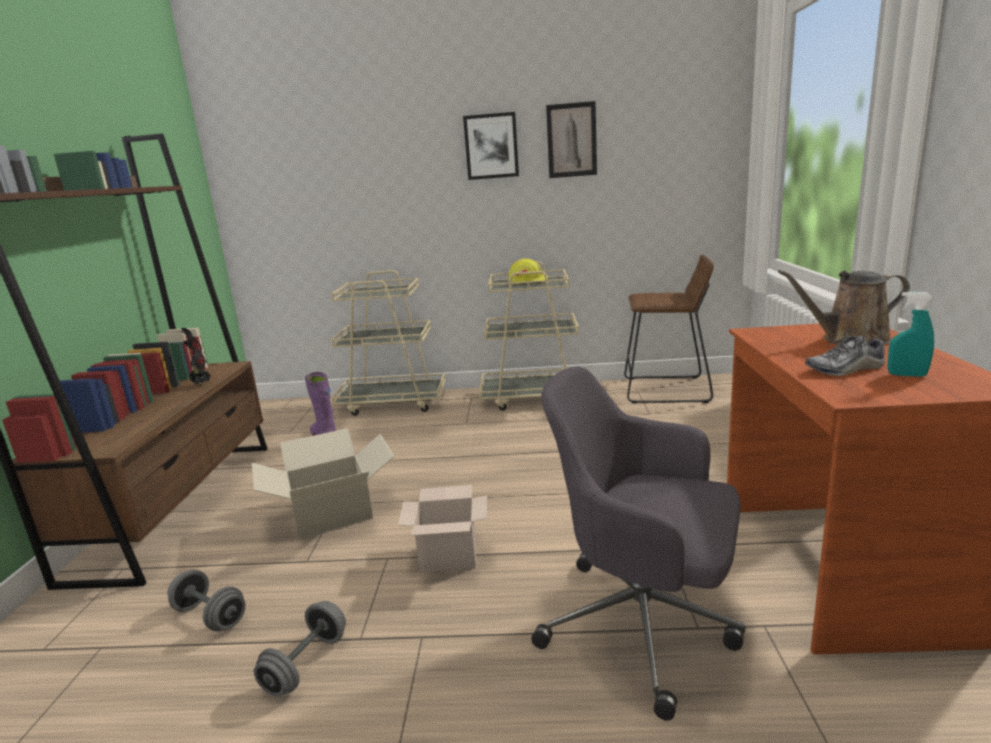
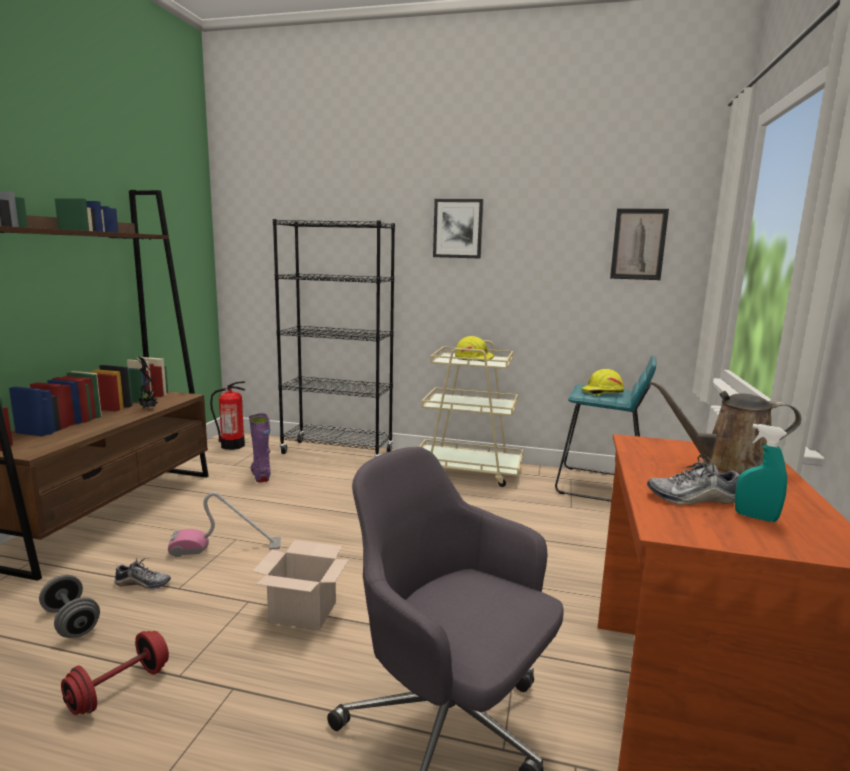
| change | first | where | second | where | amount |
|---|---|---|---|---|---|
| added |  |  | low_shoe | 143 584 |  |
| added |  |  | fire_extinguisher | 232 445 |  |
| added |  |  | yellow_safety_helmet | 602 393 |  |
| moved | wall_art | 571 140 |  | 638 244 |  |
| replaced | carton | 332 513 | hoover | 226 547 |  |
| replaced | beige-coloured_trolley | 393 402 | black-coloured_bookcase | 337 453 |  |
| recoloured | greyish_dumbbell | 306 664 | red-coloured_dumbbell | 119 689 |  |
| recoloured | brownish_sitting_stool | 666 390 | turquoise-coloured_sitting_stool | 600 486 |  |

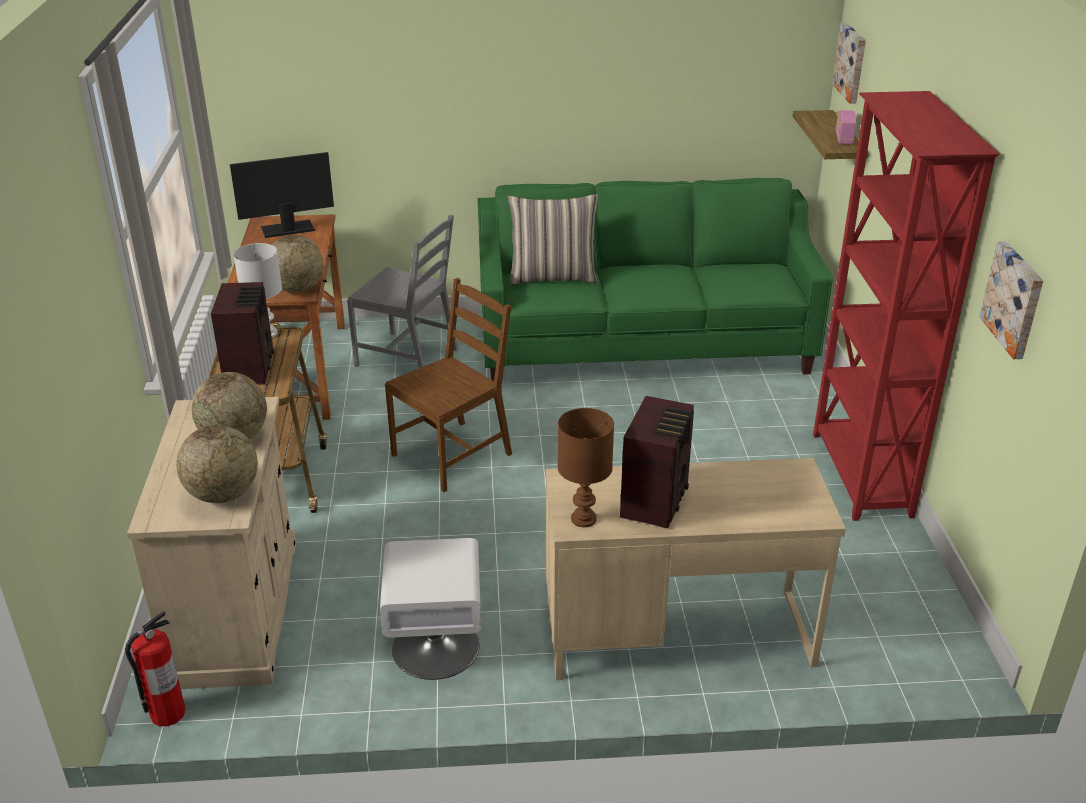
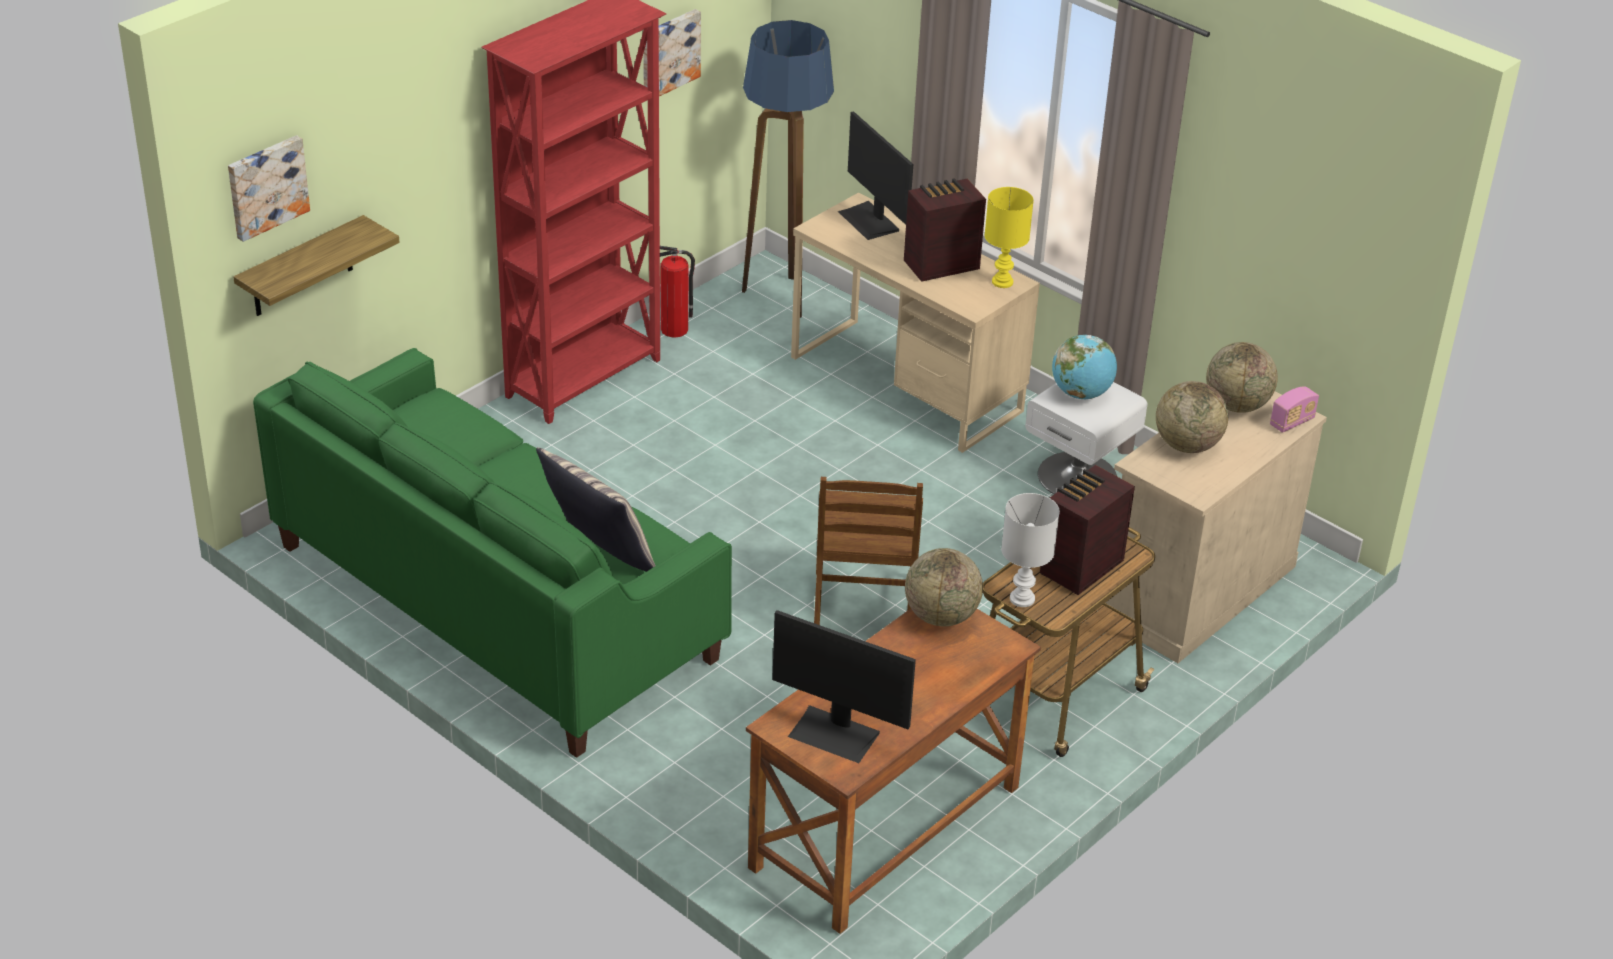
| change | first | where | second | where | amount |
|---|---|---|---|---|---|
| removed | greyish_plain_chair | 408 357 |  |  |  |
| added |  |  | standard_lamp | 781 299 |  |
| added |  |  | computer_screen | 870 221 |  |
| added |  |  | desk_globe | 1081 394 |  |
| moved | fire_extinguisher | 167 713 |  | 675 329 |  |
| moved | radio_set | 843 139 |  | 1292 422 |  |
| recoloured | brownish_table_lamp | 582 519 | yellow_table_lamp | 1003 282 |  |
| turned | brownish_plain_chair | 453 454 |  | 864 610 | 90 degrees counterclockwise |

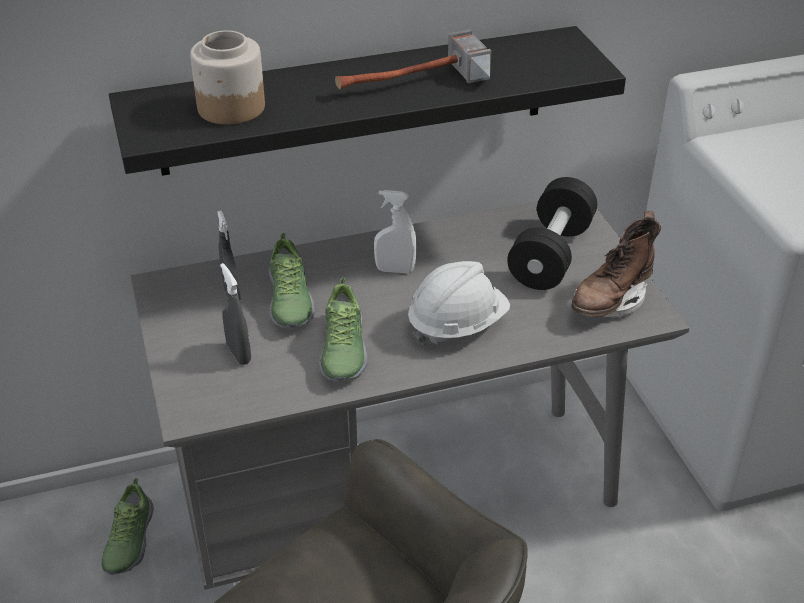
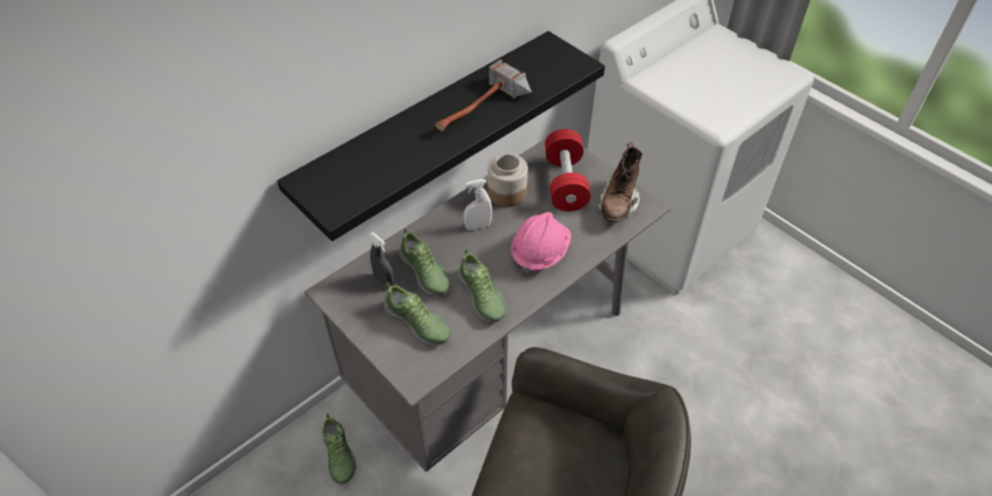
| change | first | where | second | where | amount |
|---|---|---|---|---|---|
| moved | storage_jar | 230 107 |  | 506 193 |  |
| replaced | greyish_sprayer | 239 354 | low_shoe | 418 323 |  |
| recoloured | white-coloured_safety_helmet | 457 324 | pink_safety_helmet | 540 253 |  |
| recoloured | black-coloured_dumbbell | 551 255 | red-coloured_dumbbell | 565 183 |  |

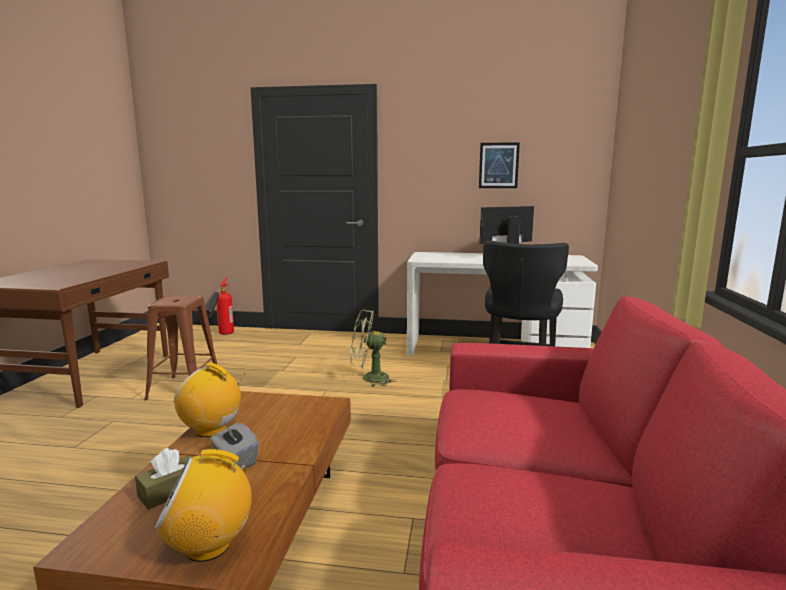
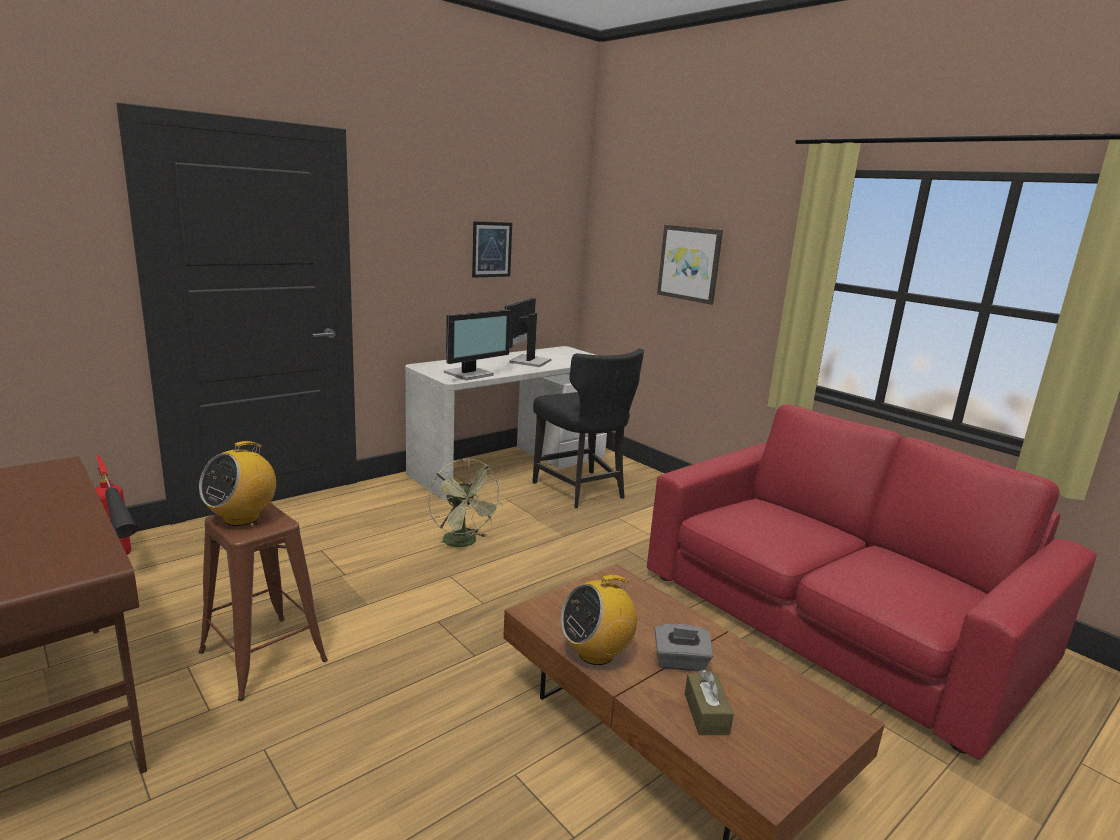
| change | first | where | second | where | amount |
|---|---|---|---|---|---|
| added |  |  | computer_screen | 470 374 |  |
| added |  |  | wall_art | 689 263 |  |
| moved | radio_set | 209 545 |  | 242 518 |  |
| turned | green-coloured_fan | 369 378 |  | 464 543 | 75 degrees counterclockwise |

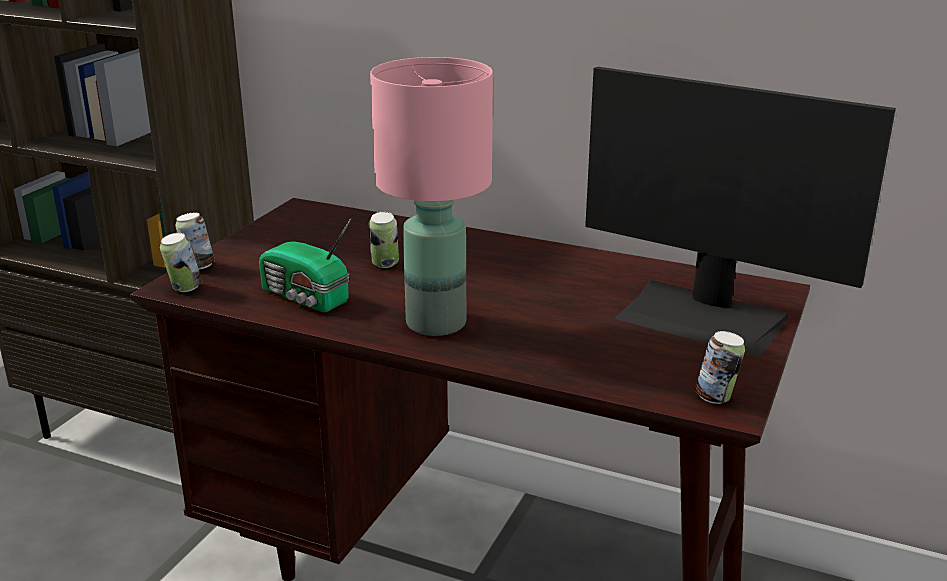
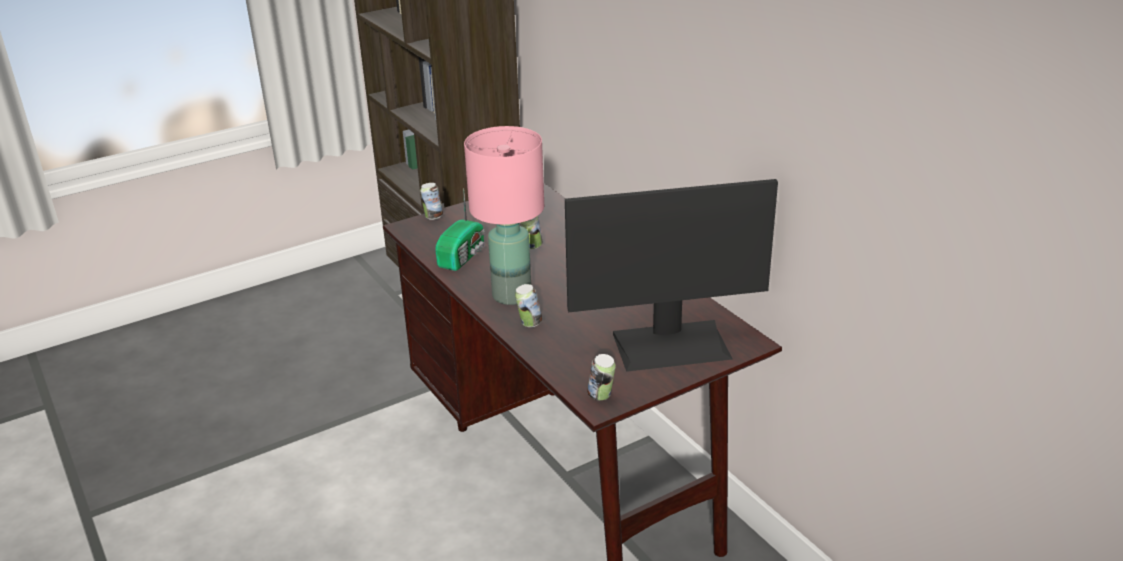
| change | first | where | second | where | amount |
|---|---|---|---|---|---|
| moved | metal_can | 184 289 |  | 529 323 |  |
| turned | radio_set | 305 298 |  | 463 256 | 135 degrees counterclockwise |
| turned | computer_screen | 703 317 |  | 671 344 | 75 degrees counterclockwise |

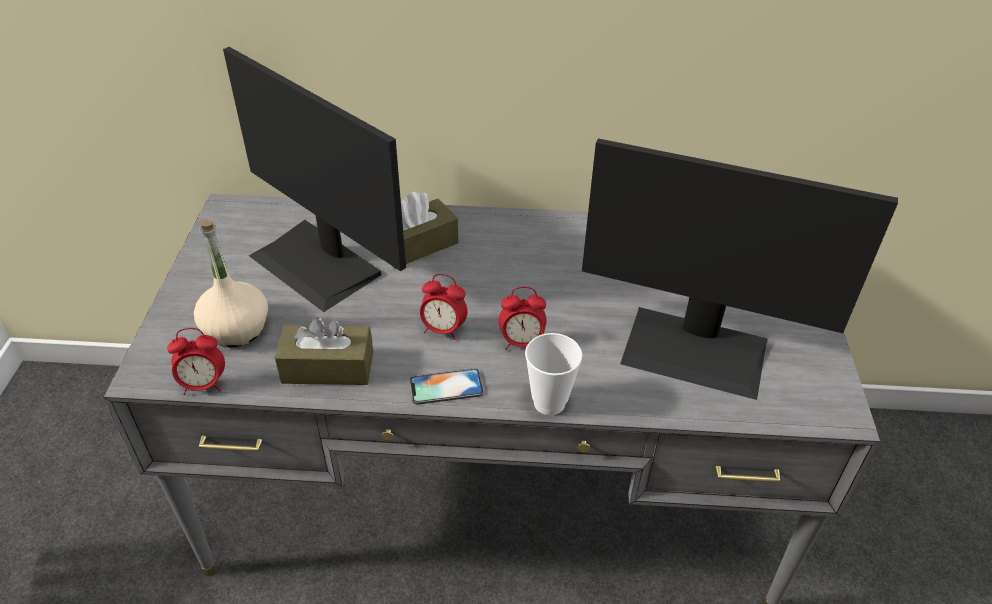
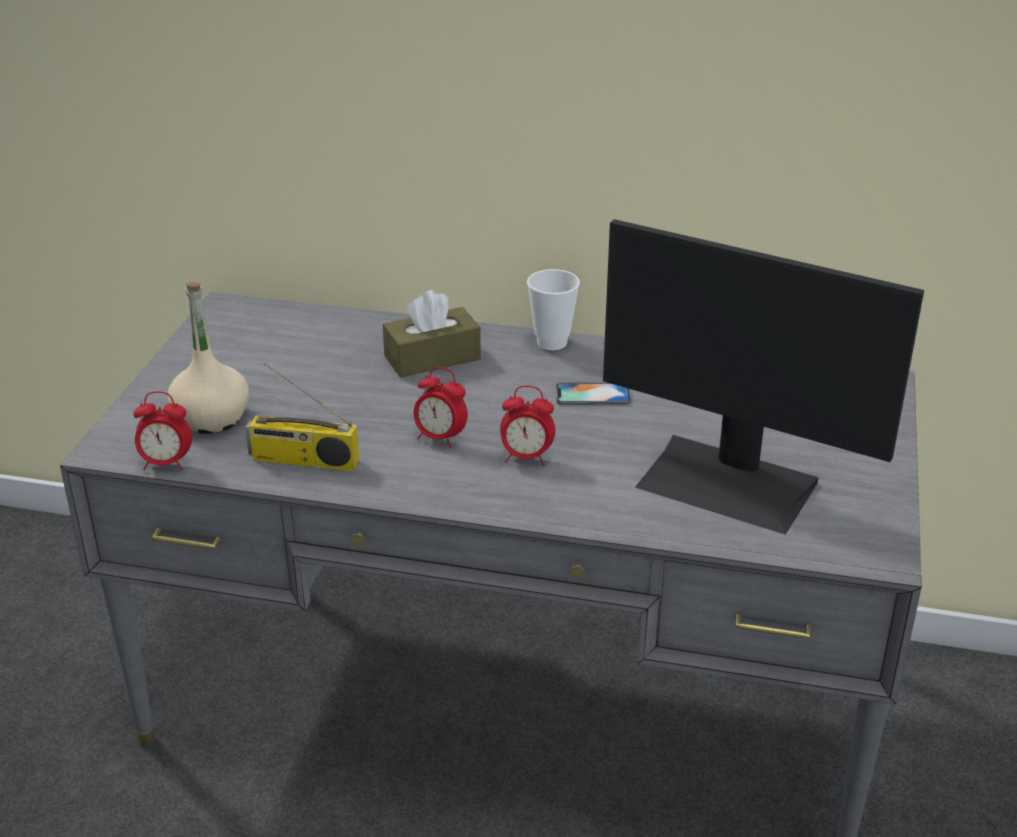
| change | first | where | second | where | amount |
|---|---|---|---|---|---|
| removed | computer_screen | 318 263 |  |  |  |
| moved | telephone | 446 387 |  | 592 394 |  |
| moved | small_cup | 549 403 |  | 552 342 |  |
| replaced | brownish_tissue_holder | 328 367 | radio_set | 303 460 |  |

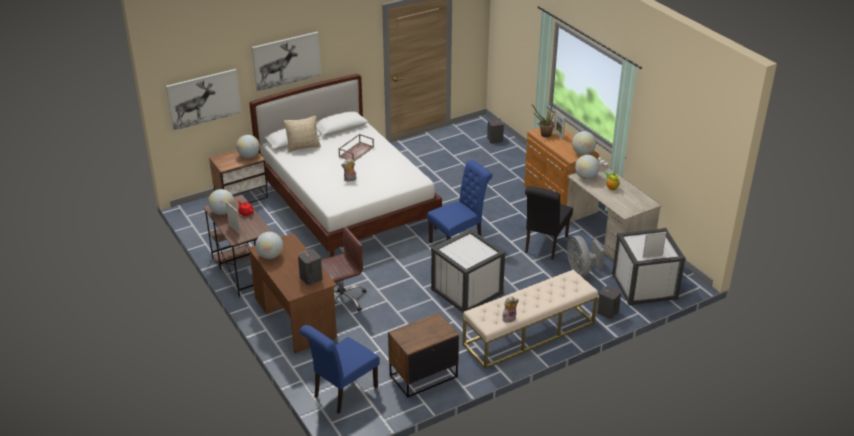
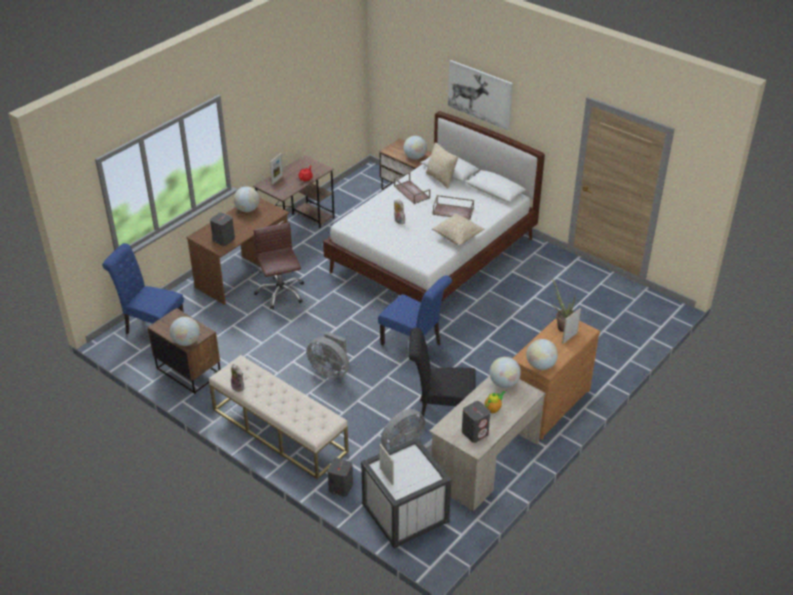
| change | first | where | second | where | amount |
|---|---|---|---|---|---|
| removed | wall_art | 204 99 |  |  |  |
| added |  |  | brownish_serving_tray | 411 192 |  |
| added |  |  | beige-coloured_throw_pillow | 457 237 |  |
| moved | desk_globe | 222 212 |  | 186 342 |  |
| moved | greyish_loudspeaker | 495 139 |  | 475 433 |  |
| replaced | white-coloured_storage_bin | 467 291 | greyish_fan | 330 370 |  |
| turned | brownish_computer_chair | 341 299 |  | 280 293 | 150 degrees counterclockwise |

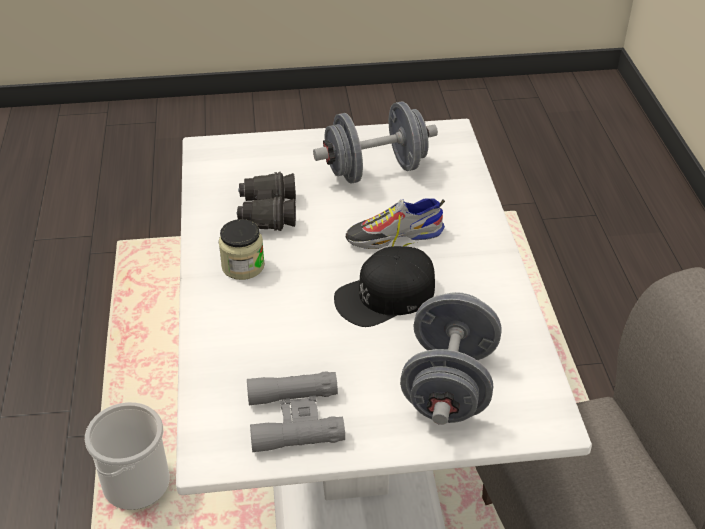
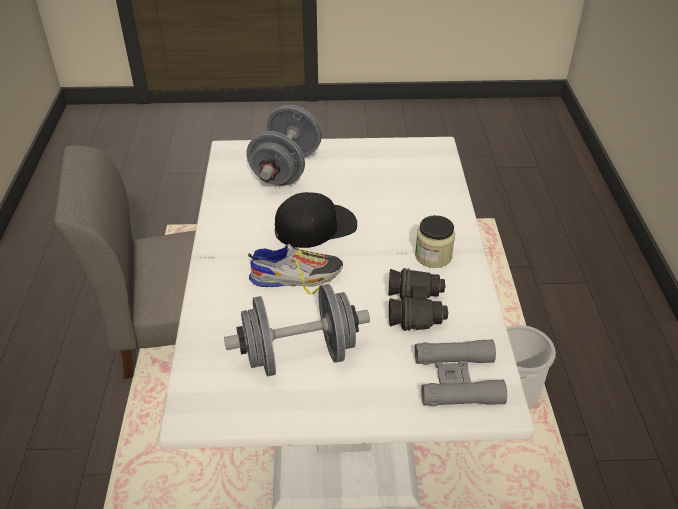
| change | first | where | second | where | amount |
|---|---|---|---|---|---|
| moved | greyish_binoculars | 295 418 |  | 457 379 |  |

